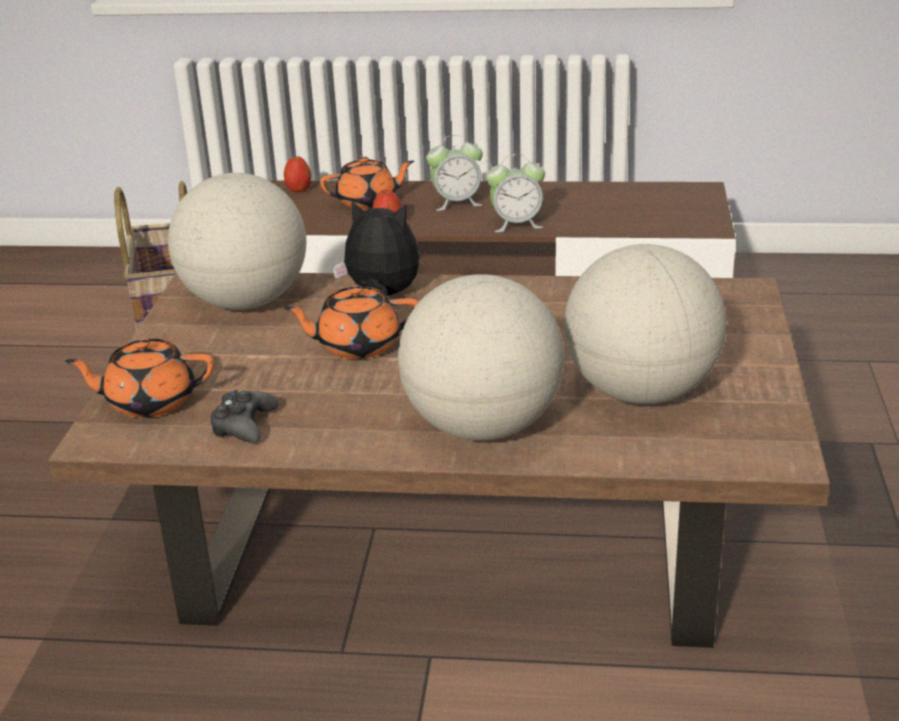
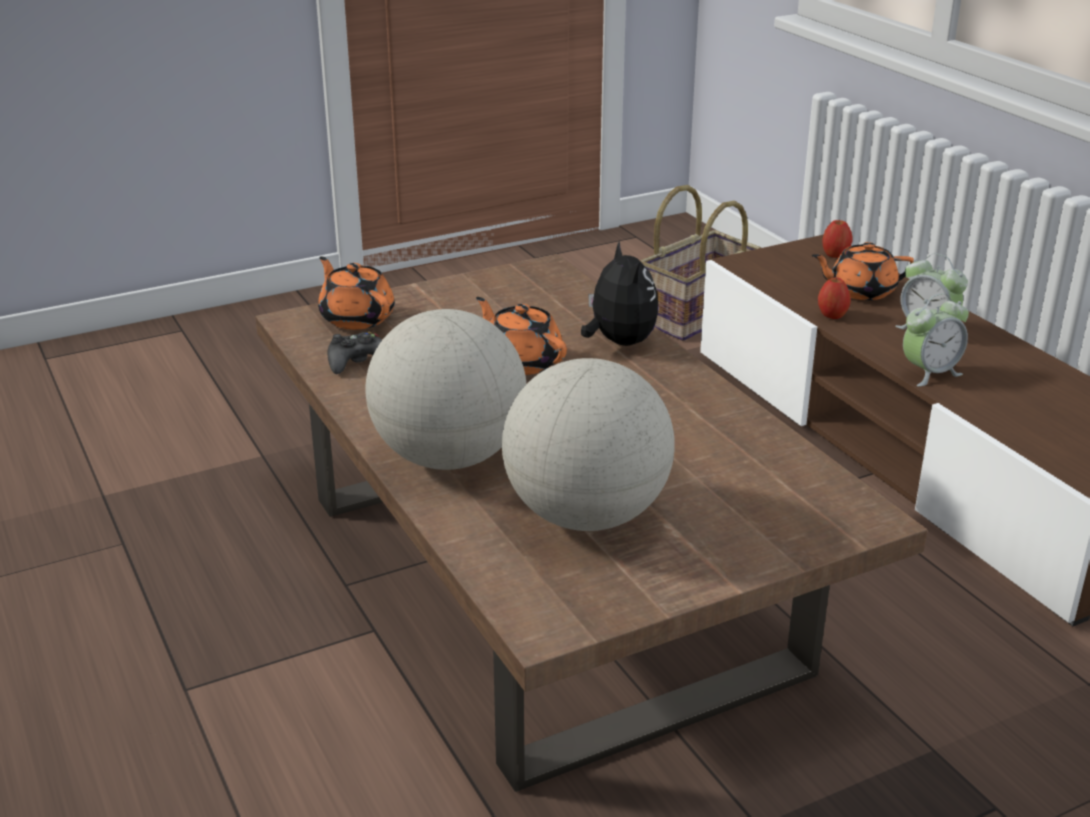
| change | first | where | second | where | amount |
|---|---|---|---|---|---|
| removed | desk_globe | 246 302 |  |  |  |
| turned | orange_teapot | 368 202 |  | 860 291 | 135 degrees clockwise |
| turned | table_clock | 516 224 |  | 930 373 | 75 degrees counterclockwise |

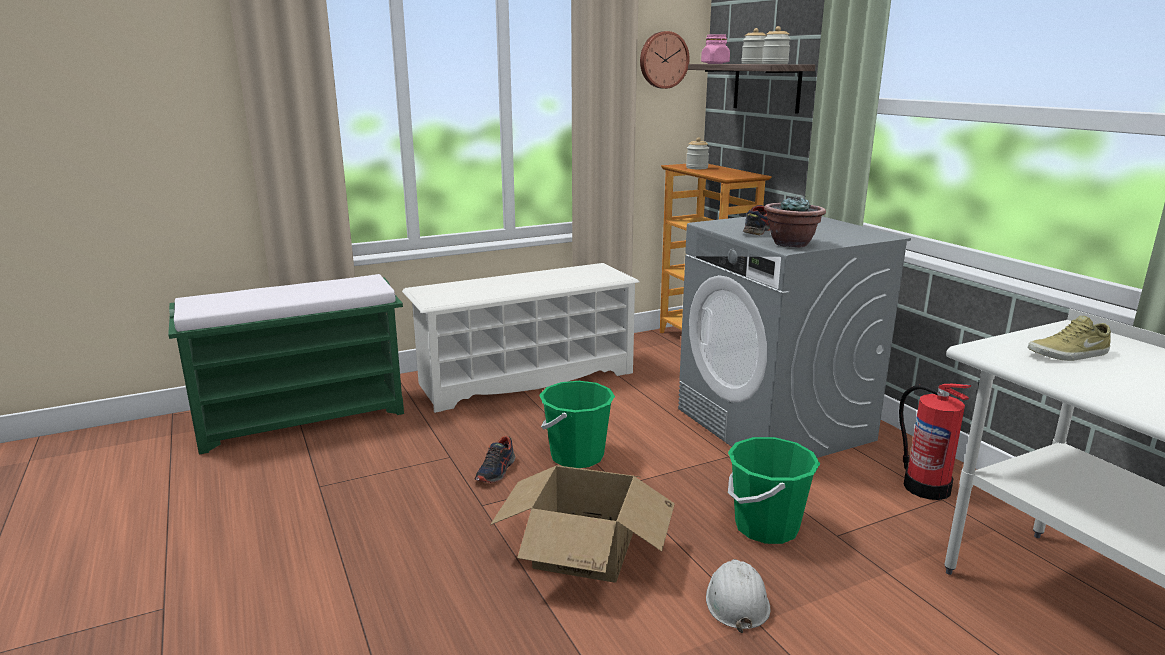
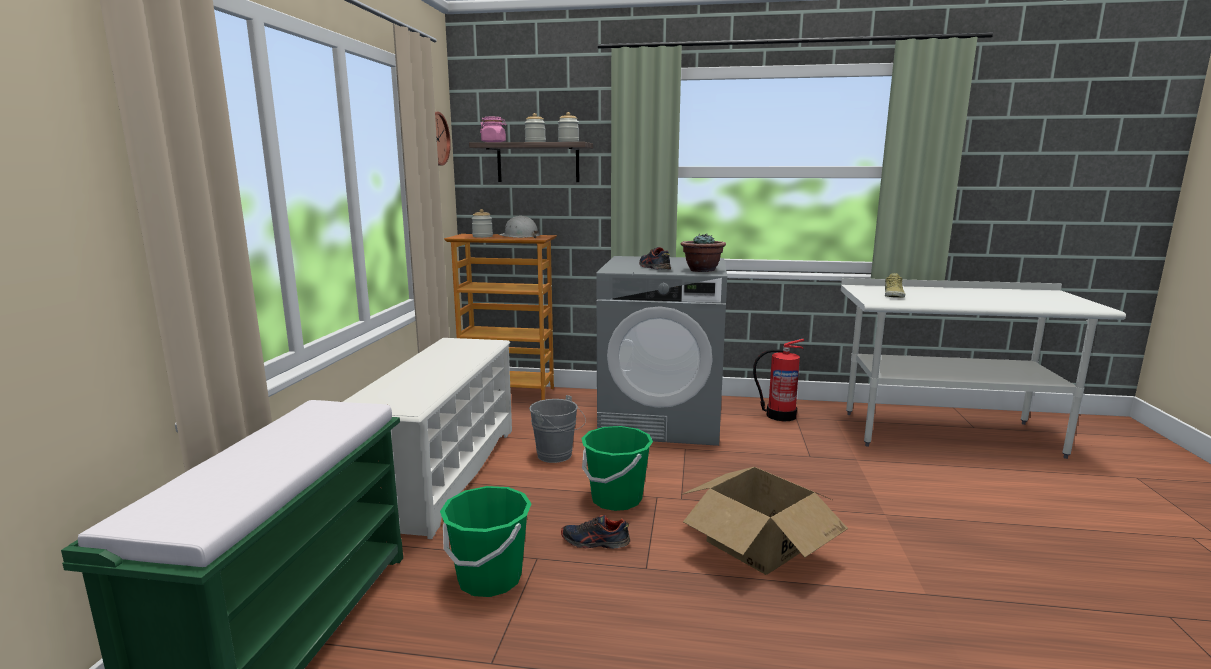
| change | first | where | second | where | amount |
|---|---|---|---|---|---|
| added |  |  | greyish_pail | 557 456 |  |
| moved | white-coloured_safety_helmet | 736 601 |  | 519 236 |  |
| moved | green-coloured_pail | 766 527 |  | 489 579 |  |
| turned | low_shoe | 496 471 |  | 595 542 | 135 degrees clockwise |

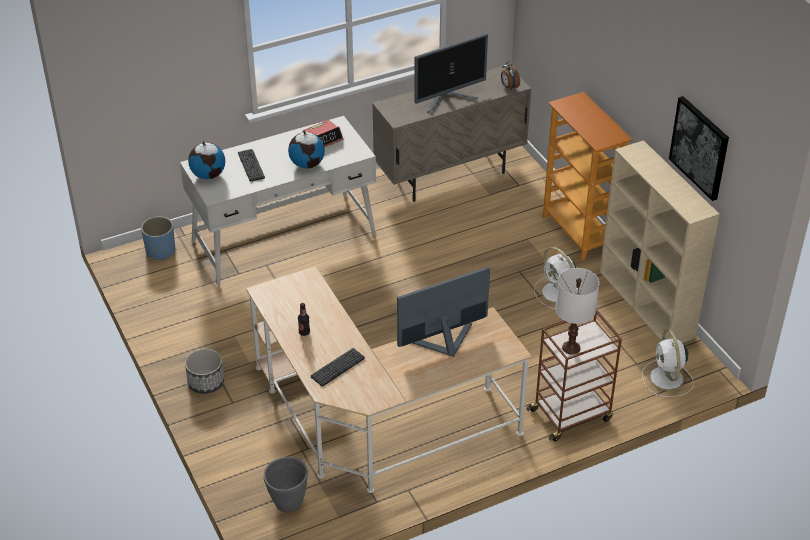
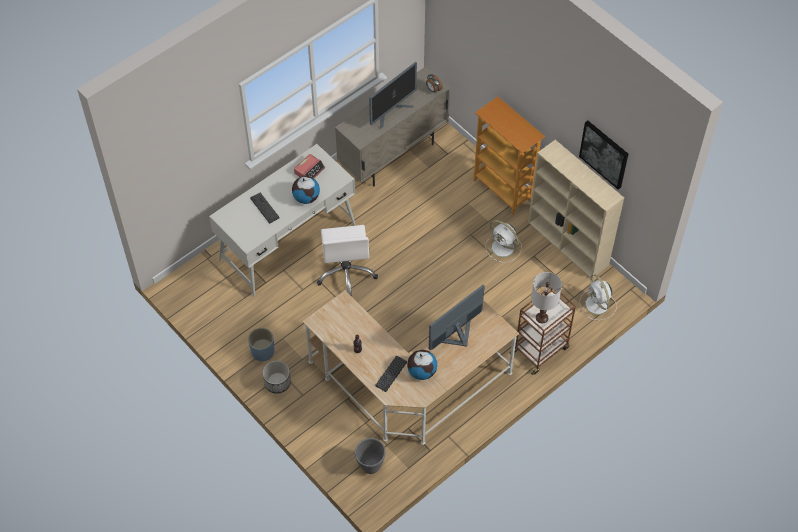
| change | first | where | second | where | amount |
|---|---|---|---|---|---|
| added |  |  | white-coloured_computer_chair | 346 273 |  |
| moved | blue-coloured_flower_pot | 160 251 |  | 262 351 |  |
| moved | desk_globe | 208 175 |  | 422 371 |  |

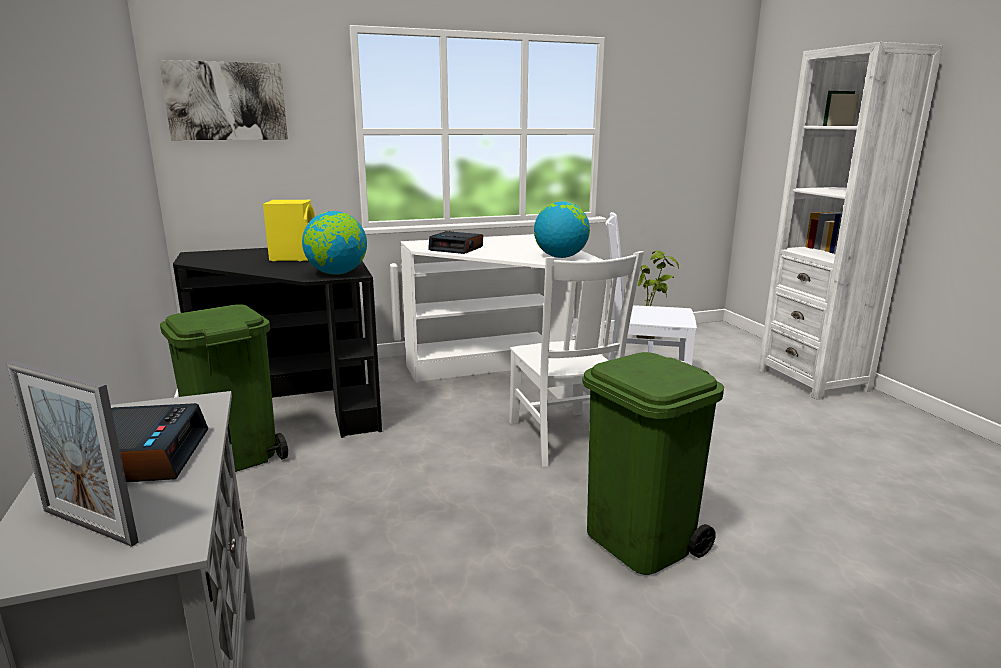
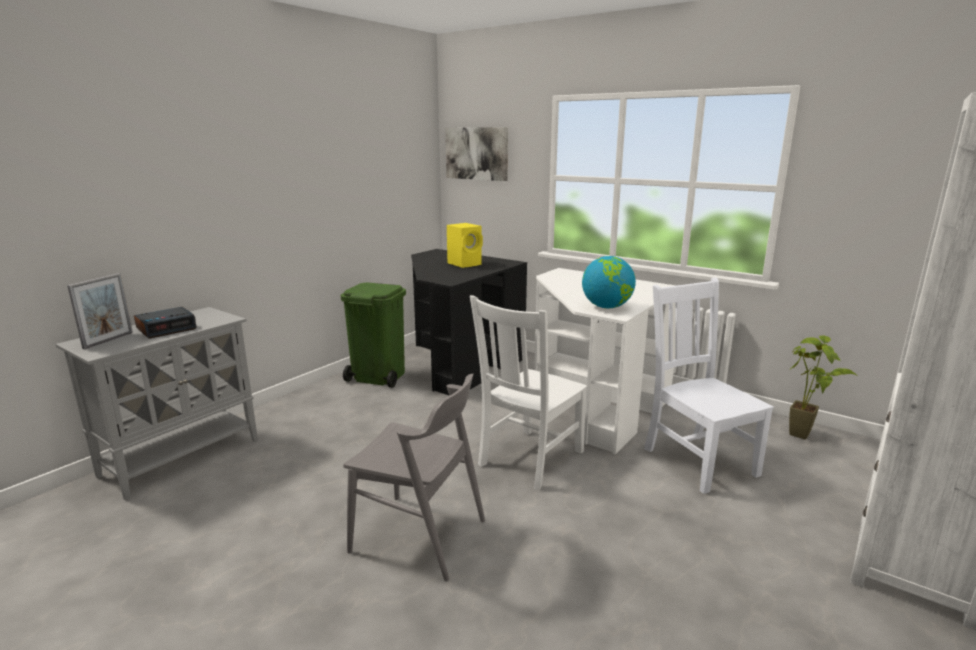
| change | first | where | second | where | amount |
|---|---|---|---|---|---|
| removed | desk_globe | 337 273 |  |  |  |
| removed | table_clock | 457 248 |  |  |  |
| replaced | green-coloured_trash_can | 641 542 | greyish_plain_chair | 419 535 |  |
| turned | picture_frame | 89 526 |  | 108 340 | 150 degrees counterclockwise |

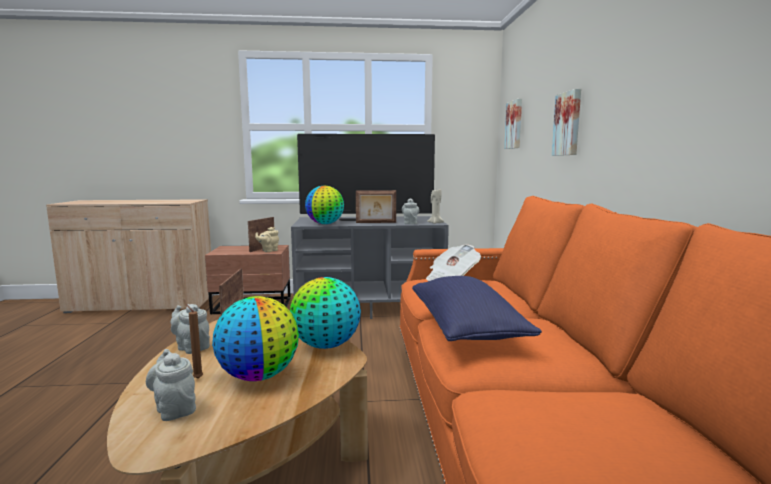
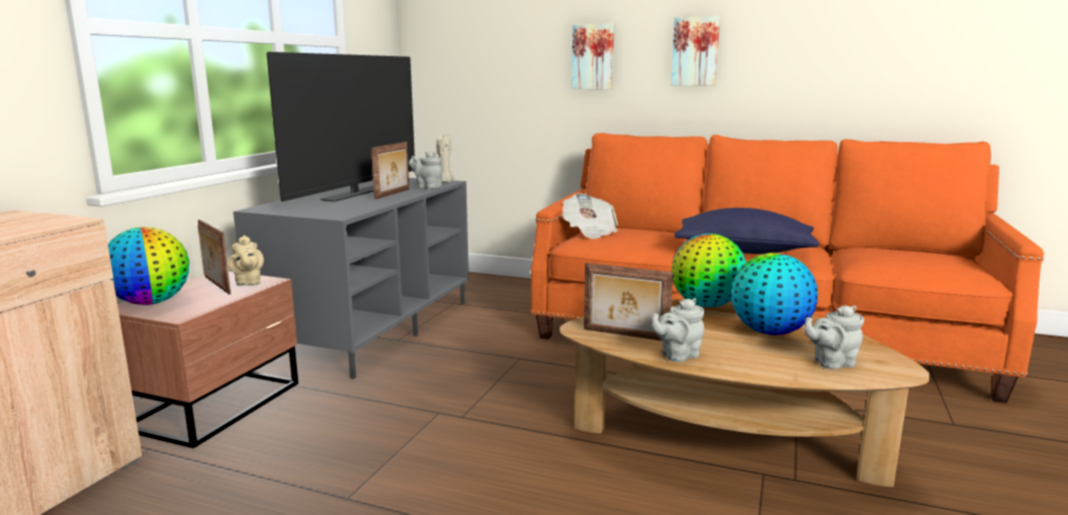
| change | first | where | second | where | amount |
|---|---|---|---|---|---|
| removed | brownish_wax_light | 197 378 |  |  |  |
| moved | desk_globe | 325 224 |  | 151 302 |  |
| moved | wall_art | 515 125 |  | 695 51 |  |

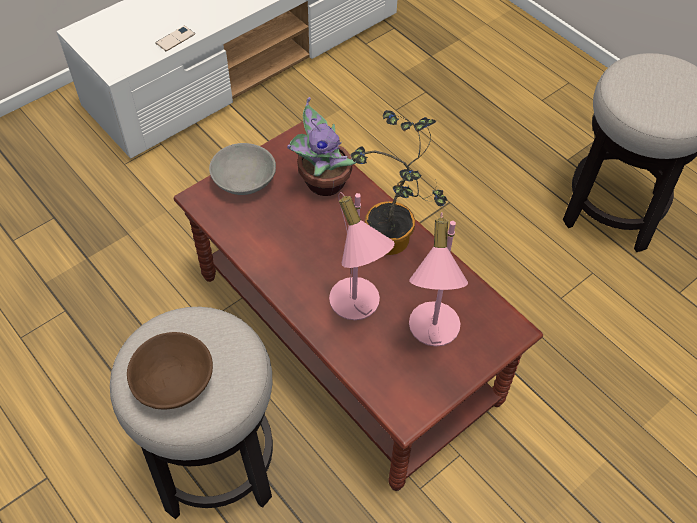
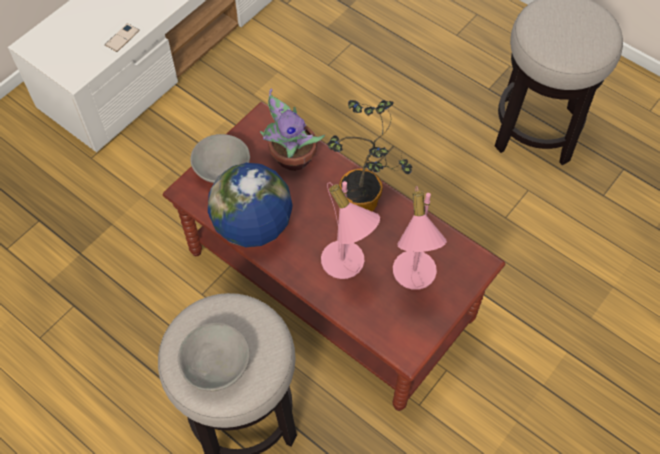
| change | first | where | second | where | amount |
|---|---|---|---|---|---|
| added |  |  | desk_globe | 253 226 |  |
| recoloured | brownish_bowl | 173 382 | greyish_bowl | 215 365 |  |

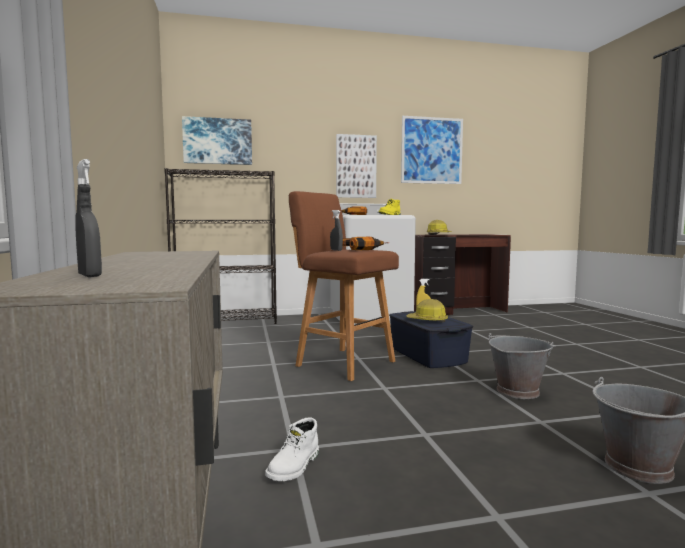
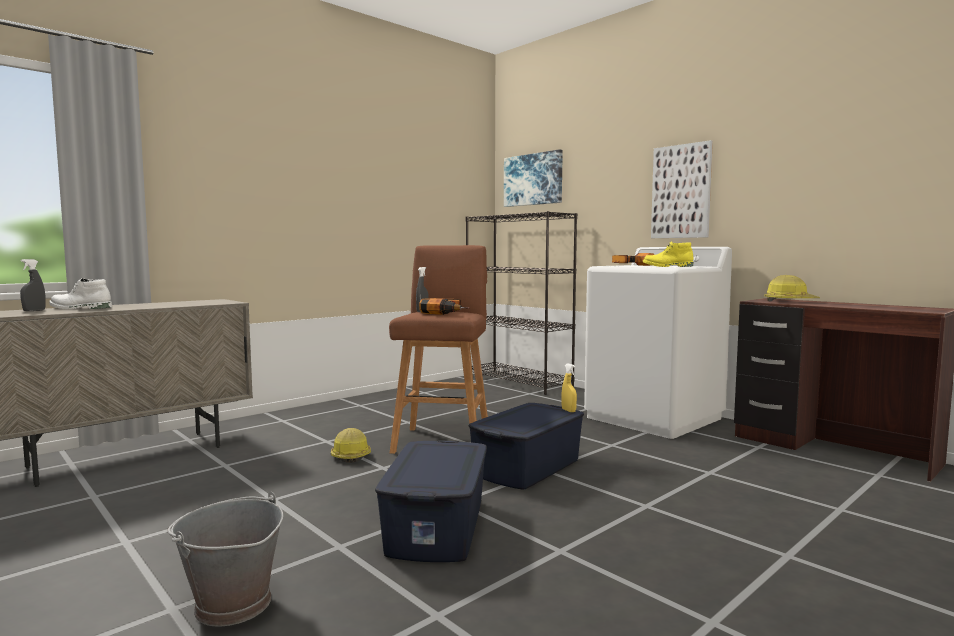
| change | first | where | second | where | amount |
|---|---|---|---|---|---|
| removed | wall_art | 432 150 |  |  |  |
| moved | white-coloured_high-top_boot | 295 467 |  | 80 308 |  |
| moved | safety_helmet | 427 321 |  | 350 455 |  |
| replaced | greyish_pail | 517 391 | blue-coloured_storage_bin | 438 526 |  |

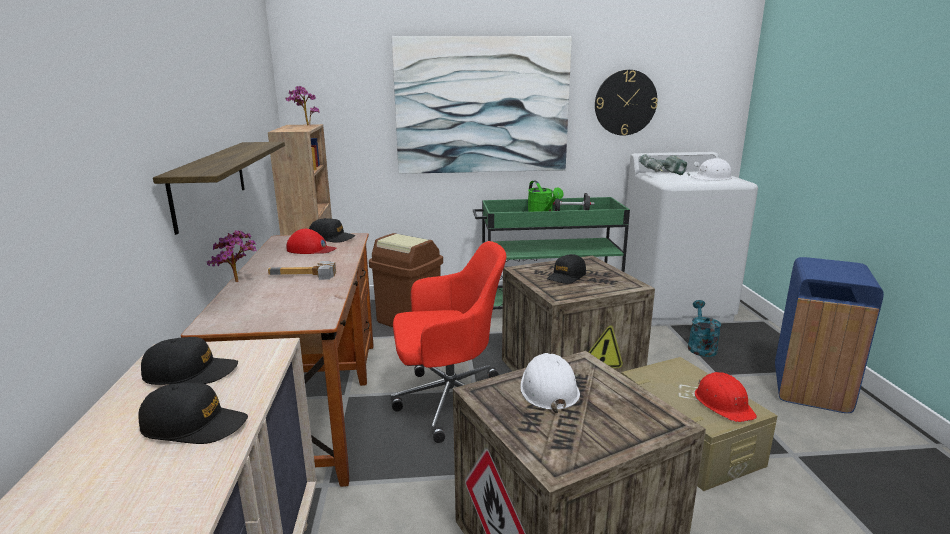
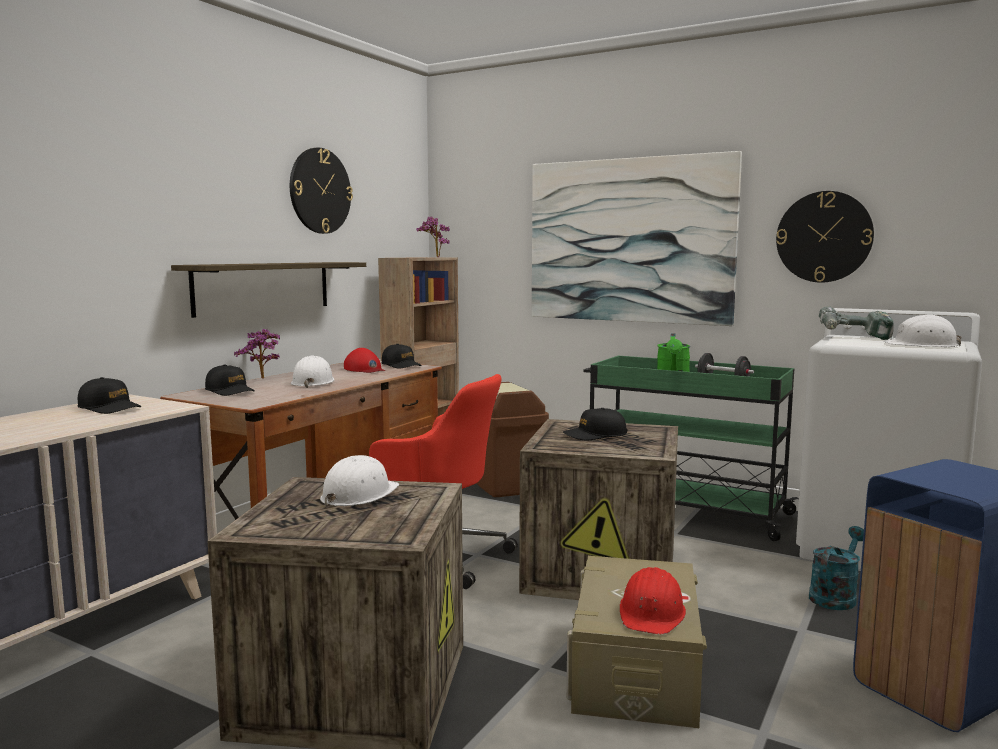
| change | first | where | second | where | amount |
|---|---|---|---|---|---|
| added |  |  | wall_clock | 320 191 |  |
| moved | black-coloured_baseball_cap | 194 425 |  | 230 391 |  |
| replaced | tool_hammer | 304 277 | white-coloured_safety_helmet | 313 382 |  |

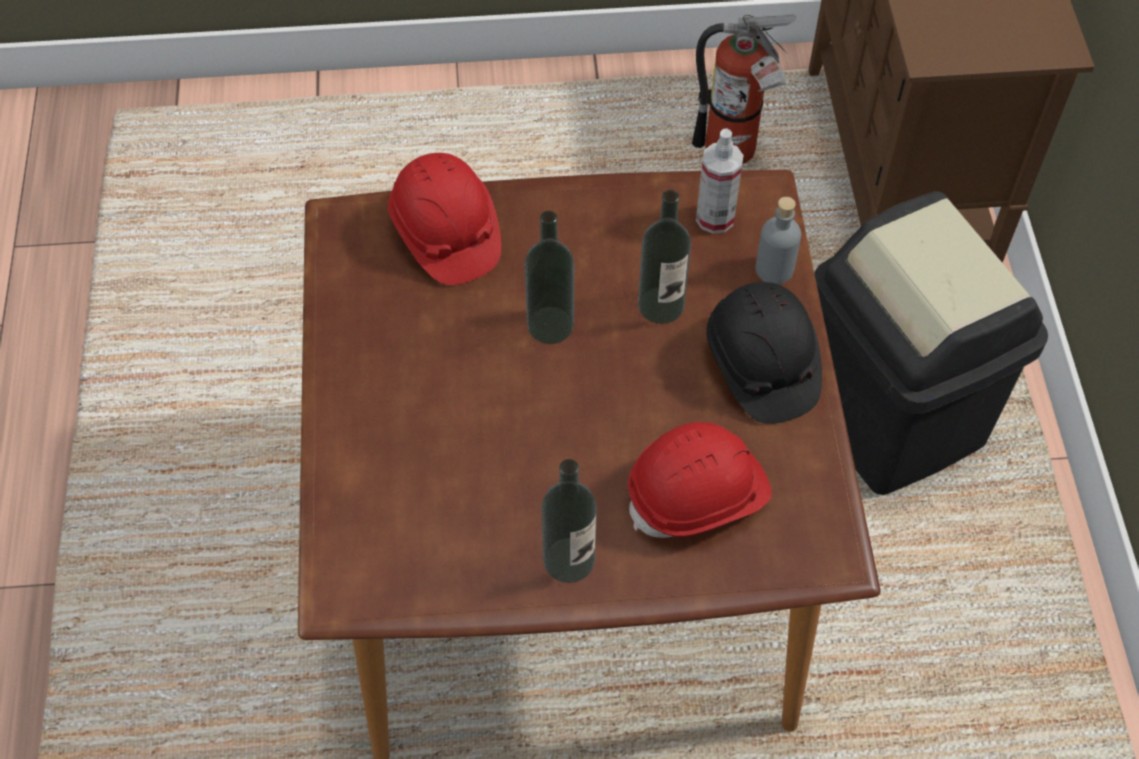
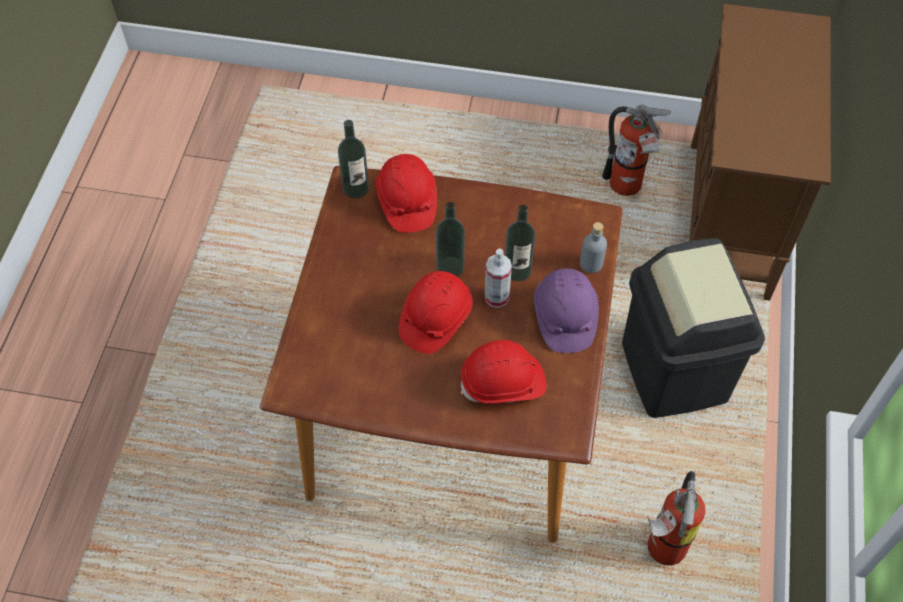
| change | first | where | second | where | amount |
|---|---|---|---|---|---|
| added |  |  | red-coloured_safety_helmet | 435 319 |  |
| added |  |  | fire_extinguisher | 662 551 |  |
| moved | beverage_bottle | 569 560 |  | 355 188 |  |
| moved | sprayer | 715 218 |  | 496 297 |  |
| recoloured | black-coloured_safety_helmet | 761 365 | purple_safety_helmet | 564 318 |  |

